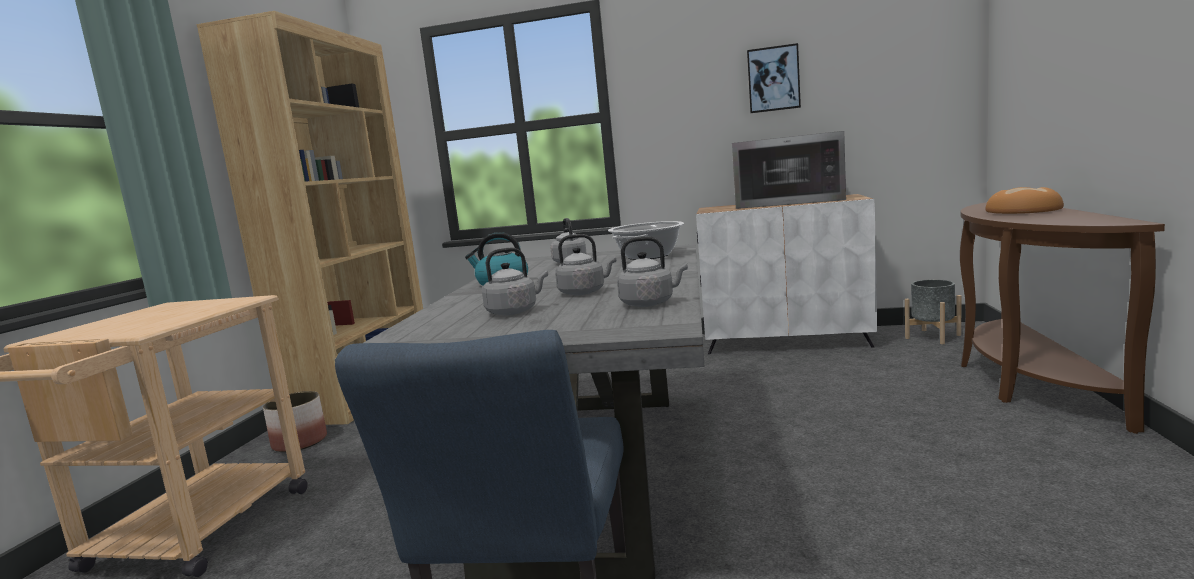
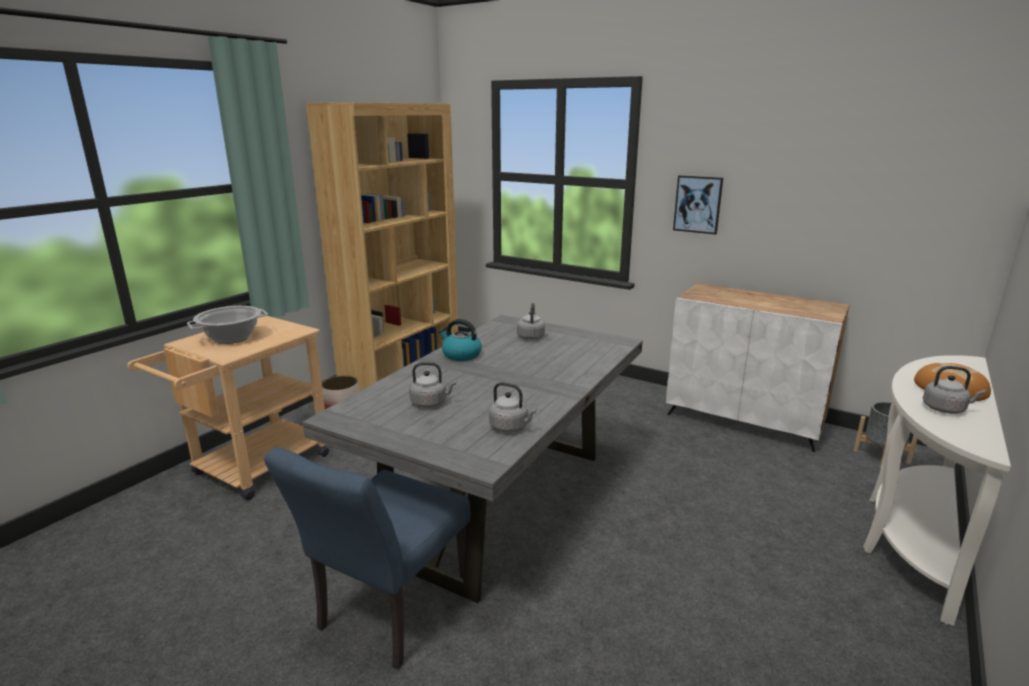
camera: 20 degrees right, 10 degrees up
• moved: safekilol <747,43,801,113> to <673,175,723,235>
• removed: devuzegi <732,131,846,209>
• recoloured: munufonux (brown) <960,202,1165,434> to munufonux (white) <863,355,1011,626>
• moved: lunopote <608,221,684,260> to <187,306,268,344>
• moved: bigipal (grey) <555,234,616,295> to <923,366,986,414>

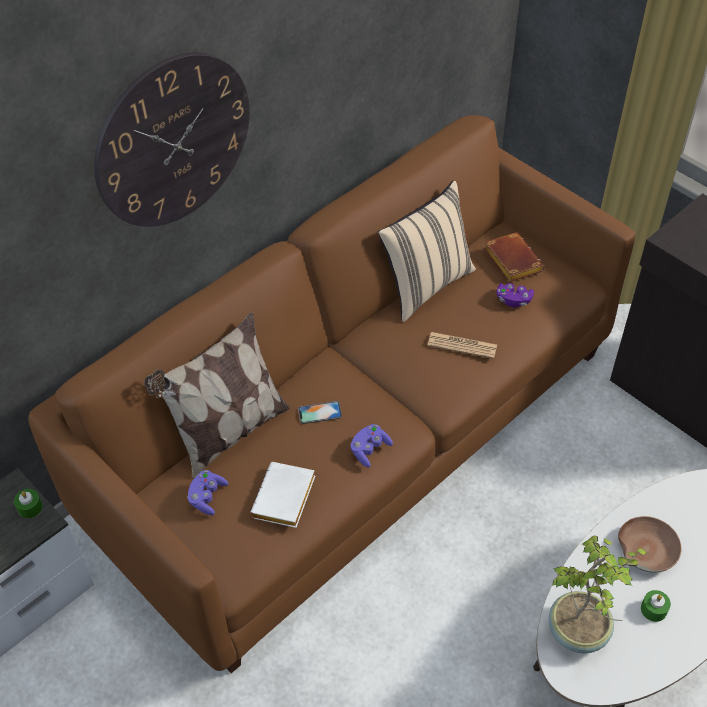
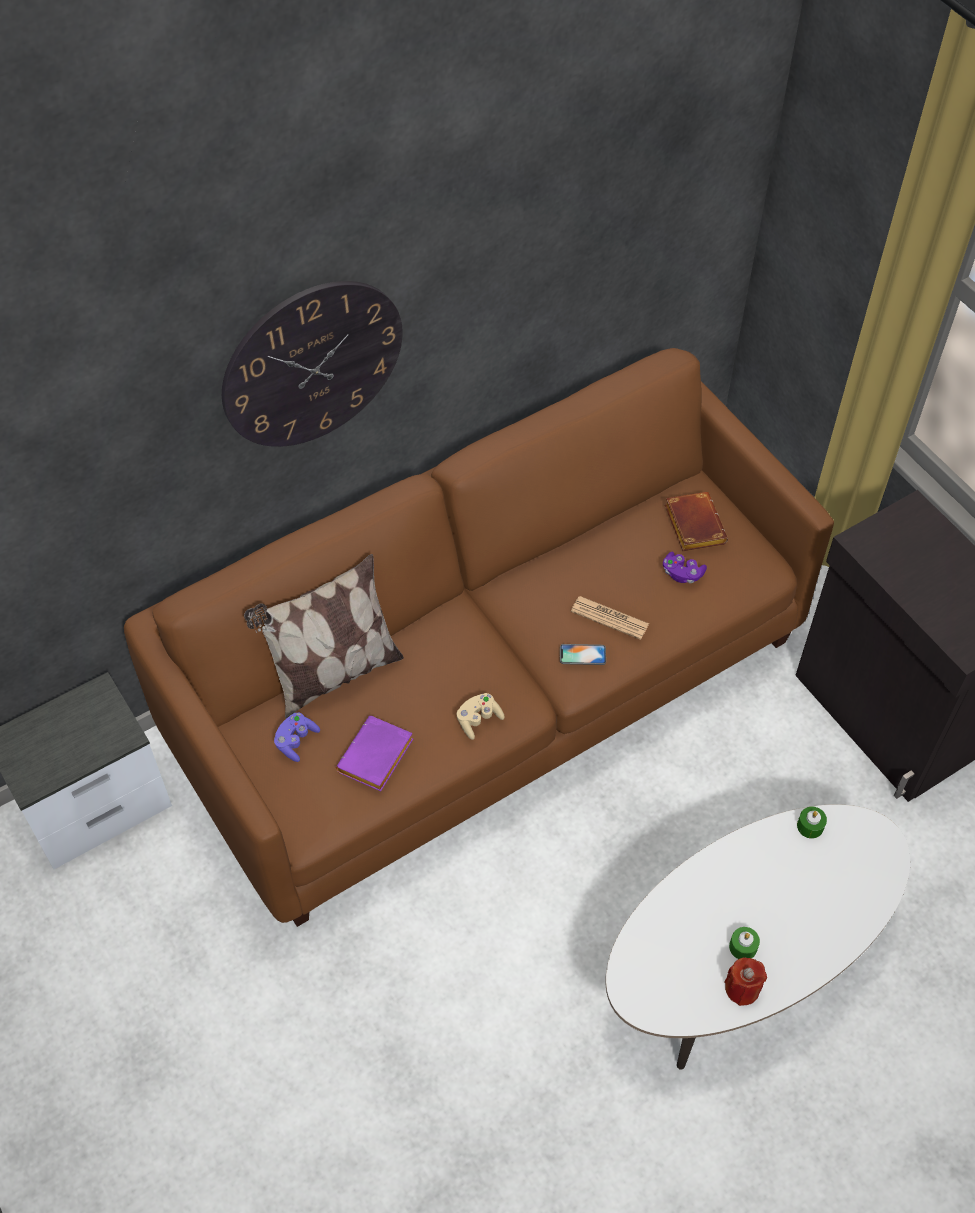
camera: 10 degrees right, 5 degrees up
• removed: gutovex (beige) <378,180,476,322>
• moved: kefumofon <298,401,342,424> to <560,644,606,665>
• recoloured: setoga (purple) <350,424,393,468> to setoga (beige) <457,693,505,740>
• recoloured: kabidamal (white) <250,462,315,528> to kabidamal (purple) <336,716,413,791>
• moved: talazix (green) <14,489,43,518> to <797,807,827,839>
• removed: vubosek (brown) <618,516,682,573>
• removed: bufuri <549,536,647,654>
• added: talazix (red) <724,957,767,1006>

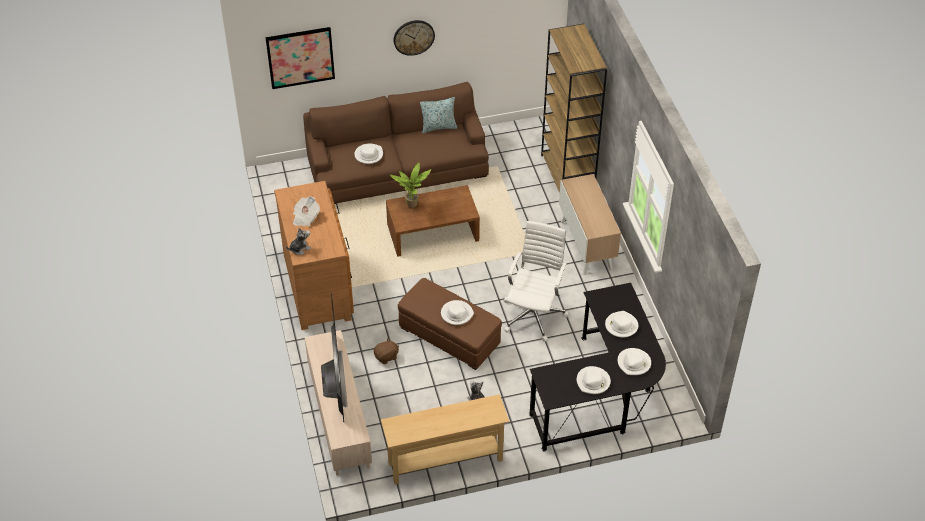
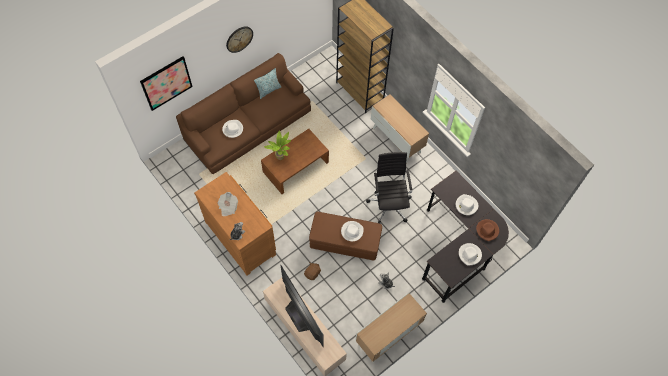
camera: 25 degrees left, 15 degrees up
• recoloured: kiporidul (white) <504,221,569,342> to kiporidul (black) <366,152,412,223>
• recoloured: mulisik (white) <618,348,651,375> to mulisik (brown) <476,219,499,241>
• replaced: munufonux (beige) <381,394,509,485> to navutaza <355,292,427,363>

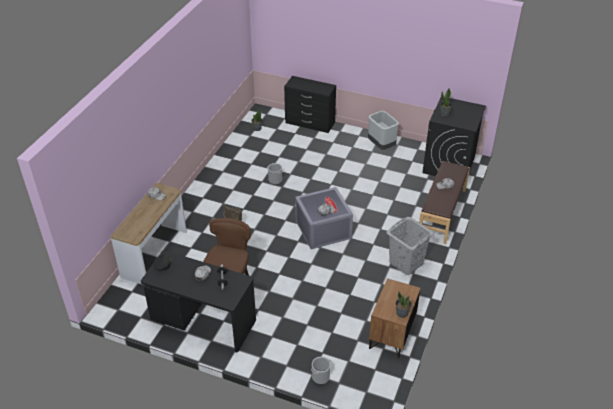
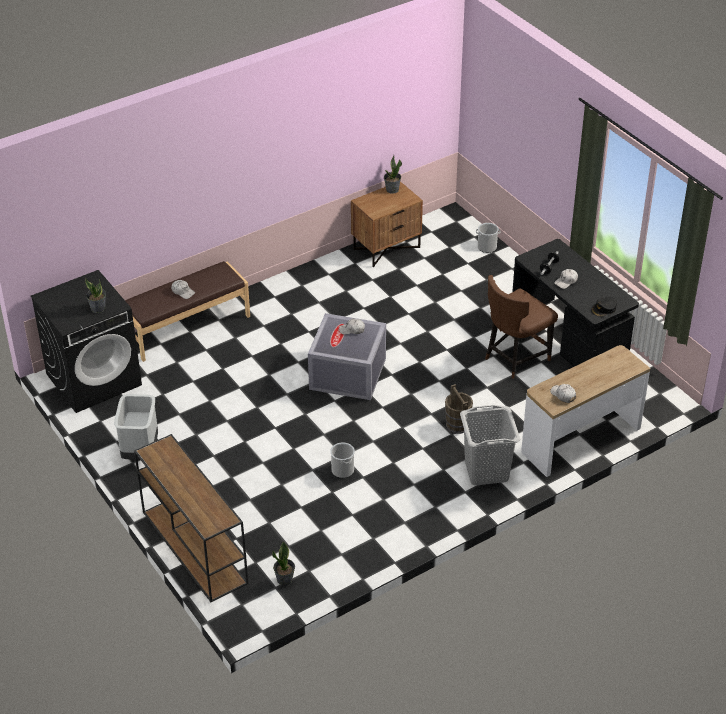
camera: 145 degrees left, 0 degrees up
• replaced: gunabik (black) <284,76,336,133> to munufonux (brown) <134,434,248,602>
• moved: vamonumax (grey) <386,217,434,275> to <460,405,520,486>

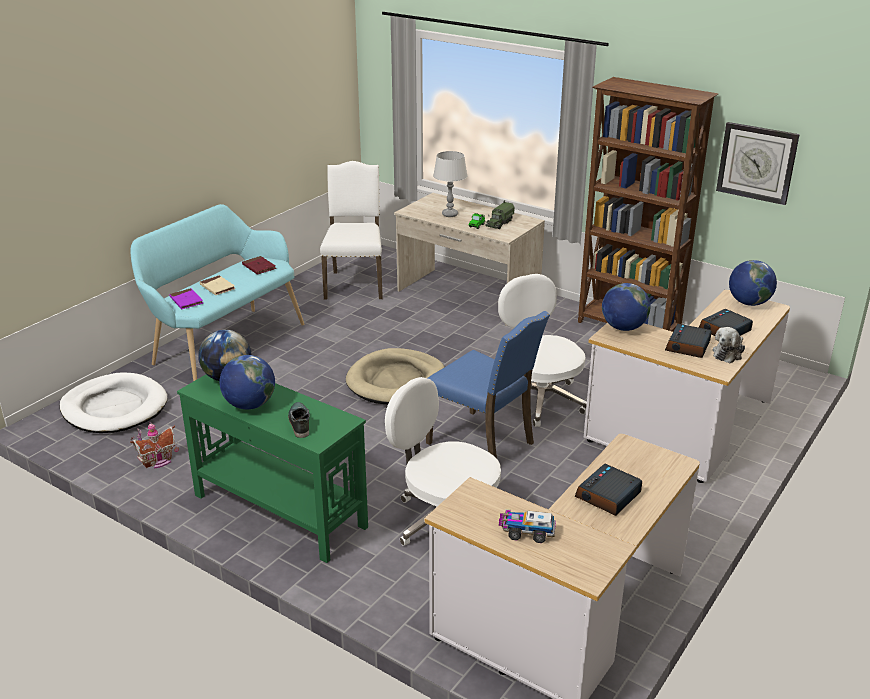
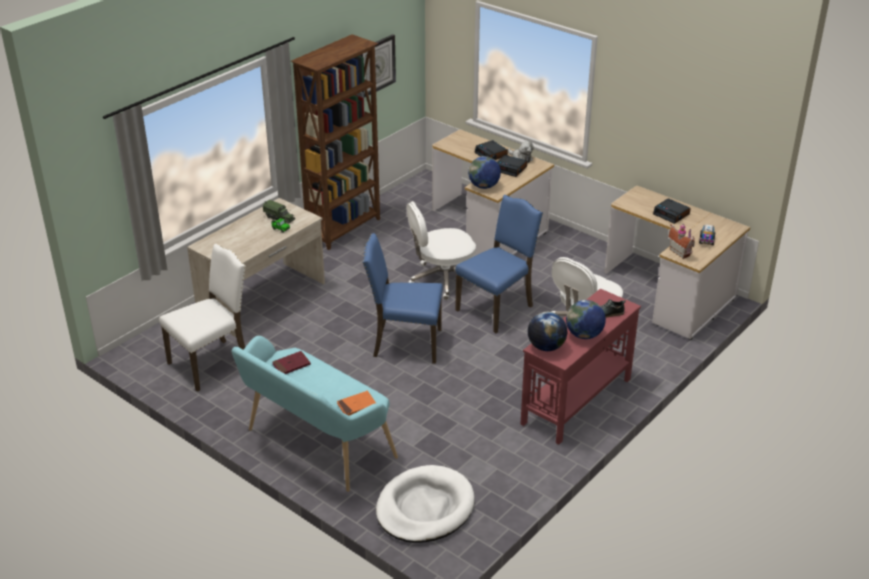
camera: 85 degrees left, 5 degrees up
• removed: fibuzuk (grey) <433,151,467,217>
• turned: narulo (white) <320,161,383,299> = <159,244,246,392> 135 degrees clockwise
• removed: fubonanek <729,260,777,306>
• removed: kabidamal (beige) <200,275,236,295>
• recoloured: kabidamal (purple) <169,288,203,309> to kabidamal (orange) <337,391,376,416>
• replaced: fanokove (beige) <346,348,444,404> to narulo (blue) <363,233,443,364>
• recoloured: munufonux (green) <177,374,368,563> to munufonux (red) <520,289,641,445>
• moved: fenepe <130,422,179,469> to <668,223,695,259>

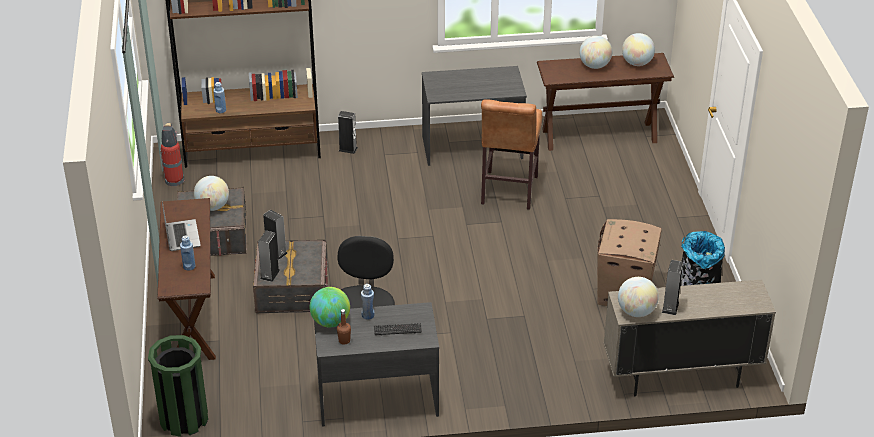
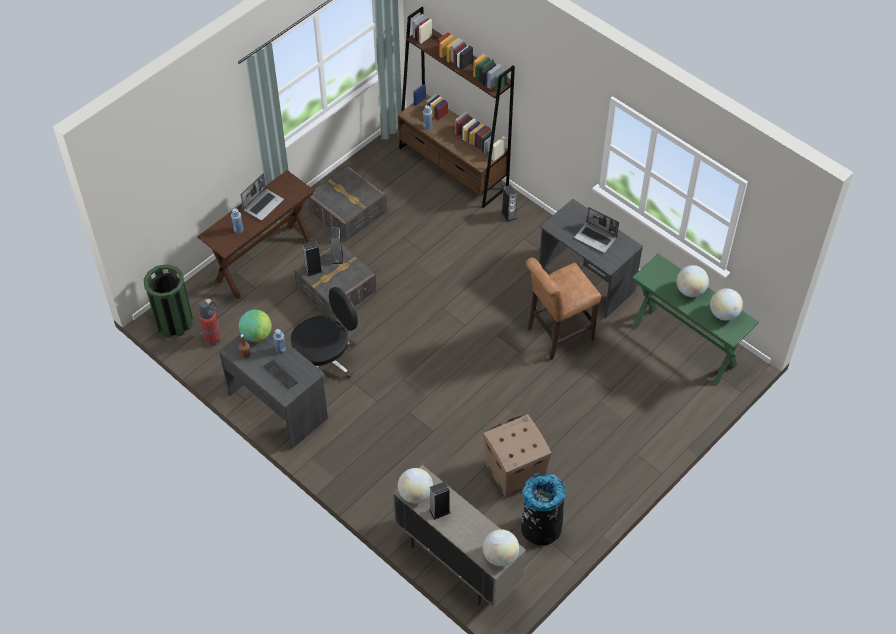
camera: 50 degrees right, 15 degrees up
• recoloured: munufonux (brown) <537,53,674,151> to munufonux (green) <632,254,759,386>
• moved: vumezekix <161,123,184,186> to <199,299,222,346>
• moved: fubonanek <194,176,229,211> to <483,529,519,566>
• added: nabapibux <574,207,619,253>

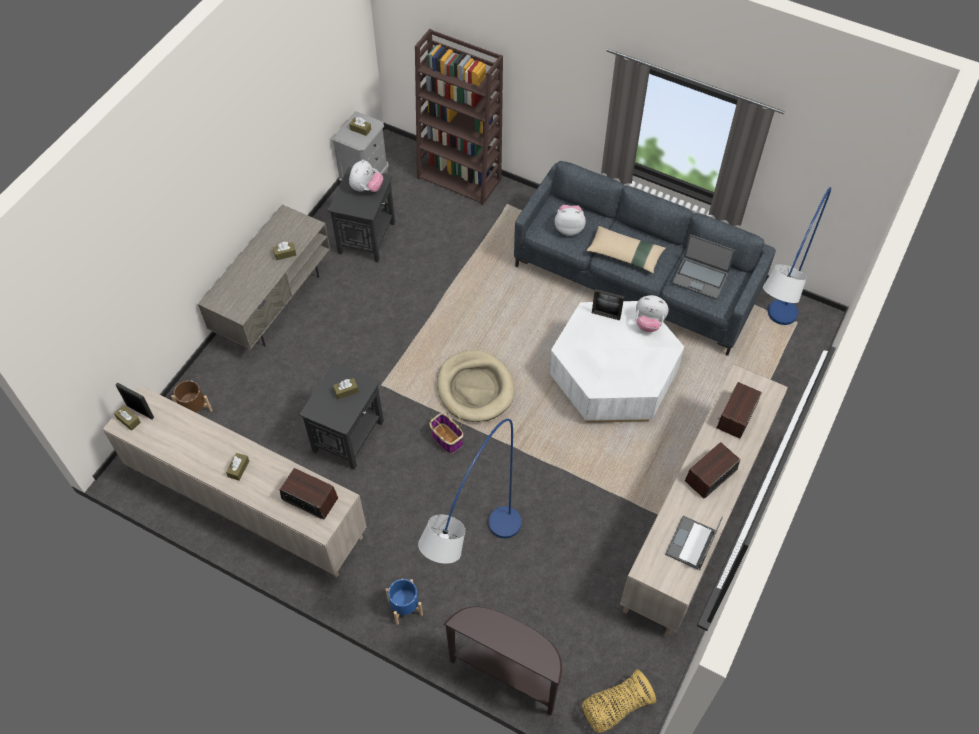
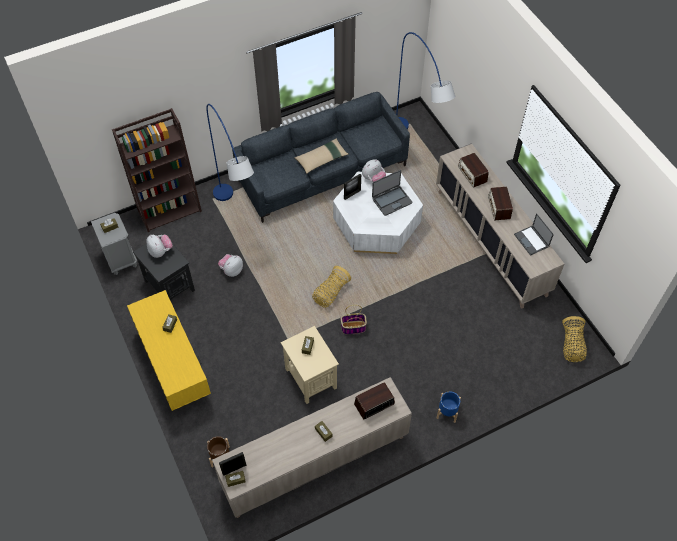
camera: 55 degrees left, 0 degrees up
• recoloured: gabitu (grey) <198,205,330,350> to gabitu (yellow) <127,290,211,411>
• moved: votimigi <554,205,586,236> to <218,254,243,277>
• moved: nabapibux <672,234,735,299> to <372,170,412,216>
• replaced: fanokove (beige) <437,350,515,422> to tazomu <312,266,351,308>
• recoloured: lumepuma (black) <299,362,384,470> to lumepuma (beige) <281,326,339,404>
• moved: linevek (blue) <418,419,522,564> to <206,104,254,201>
• removed: munufonux (brown) <444,606,562,715>

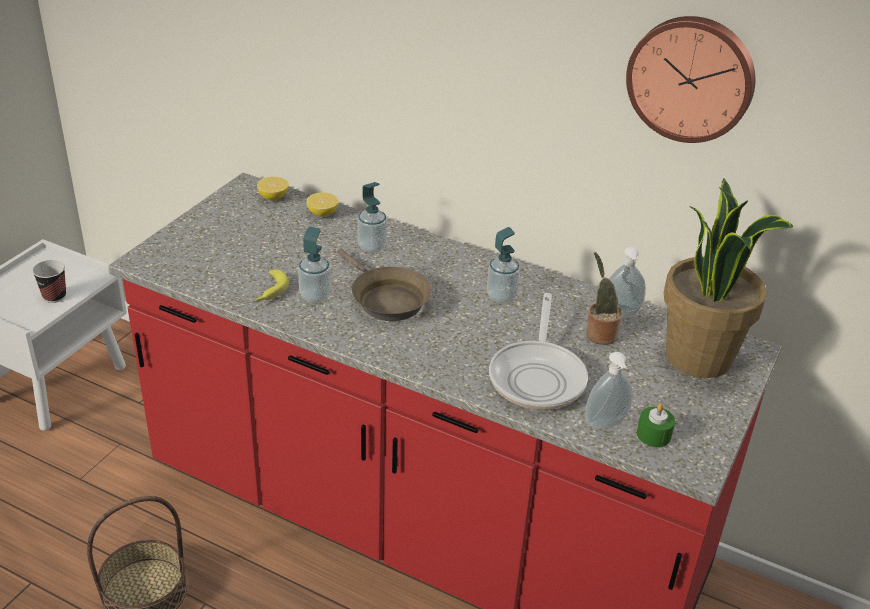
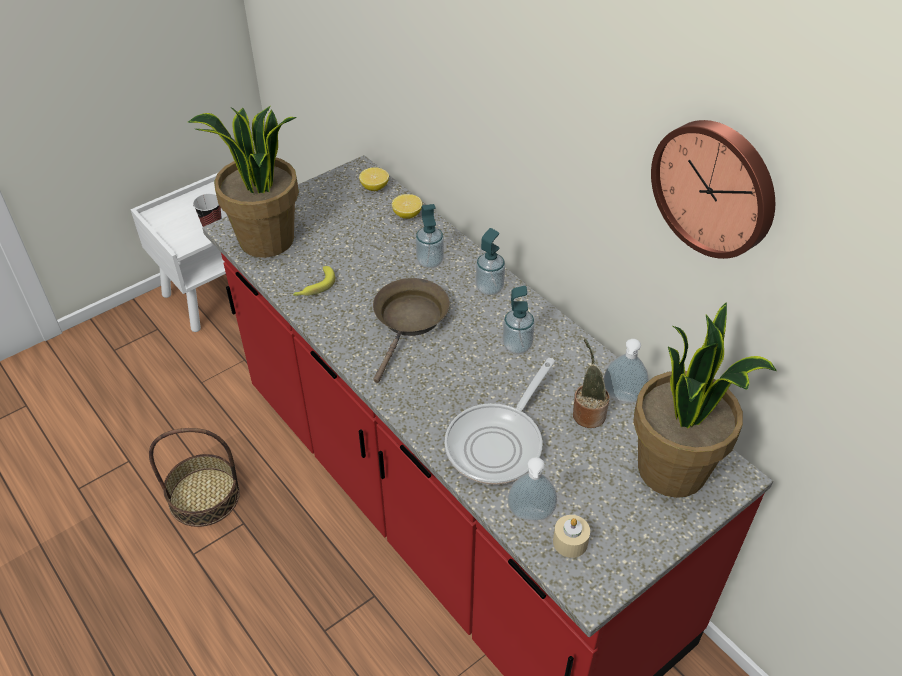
camera: 25 degrees right, 10 degrees up
• moved: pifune <298,227,331,303> to <476,228,505,295>
• turned: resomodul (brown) <338,249,432,321> = <373,278,450,383> 150 degrees counterclockwise
• recoloured: talazix (green) <637,404,675,447> to talazix (beige) <553,515,590,558>
• added: bufuri <188,106,299,258>

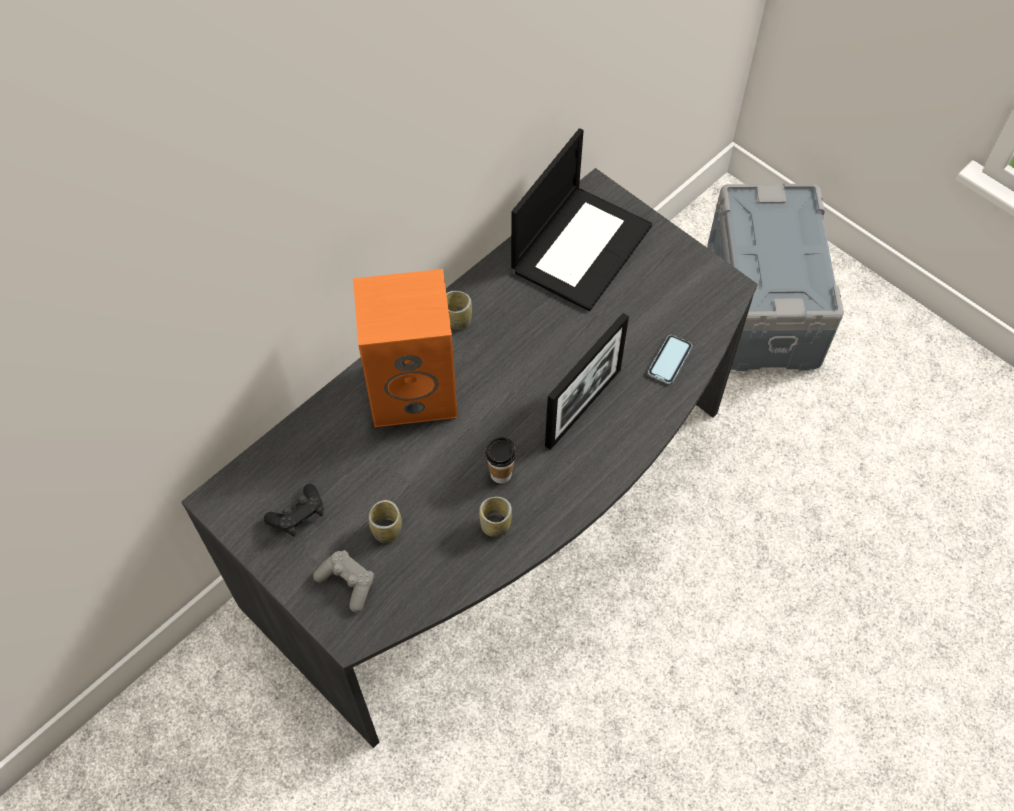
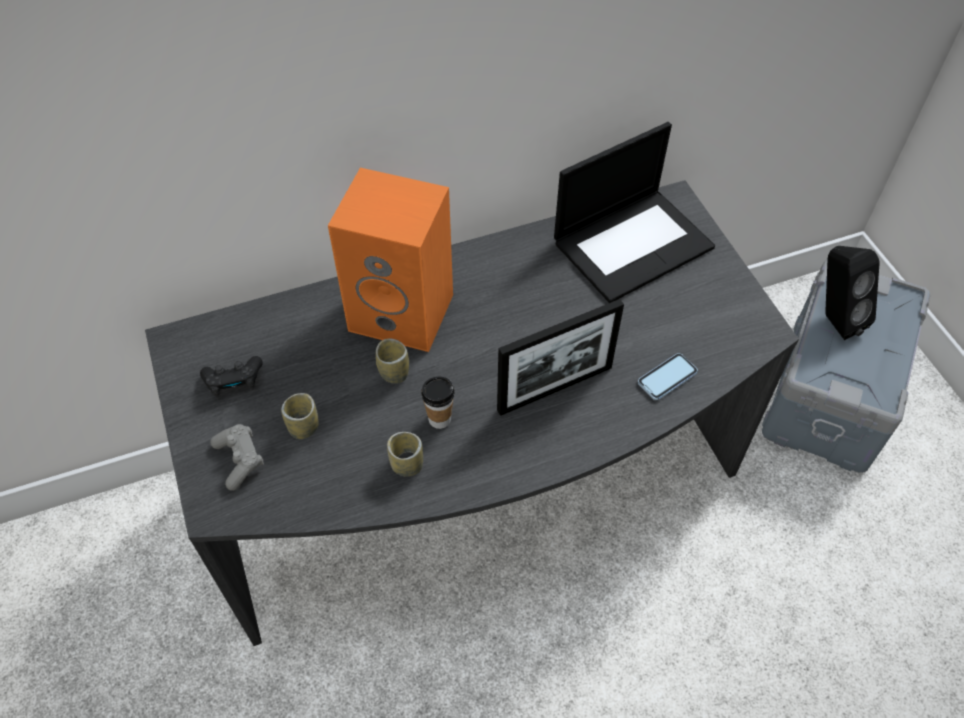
camera: 25 degrees right, 5 degrees down
• moved: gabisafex <446,291,472,330> to <376,339,409,384>
• added: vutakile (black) <825,246,880,340>

